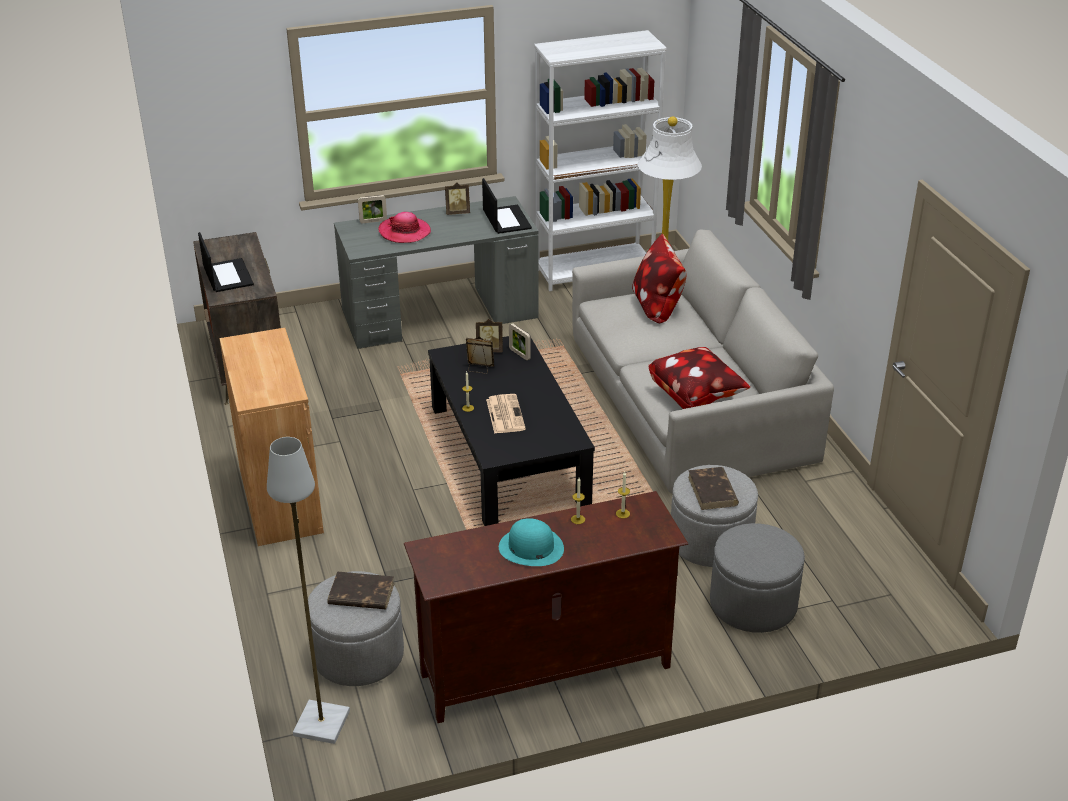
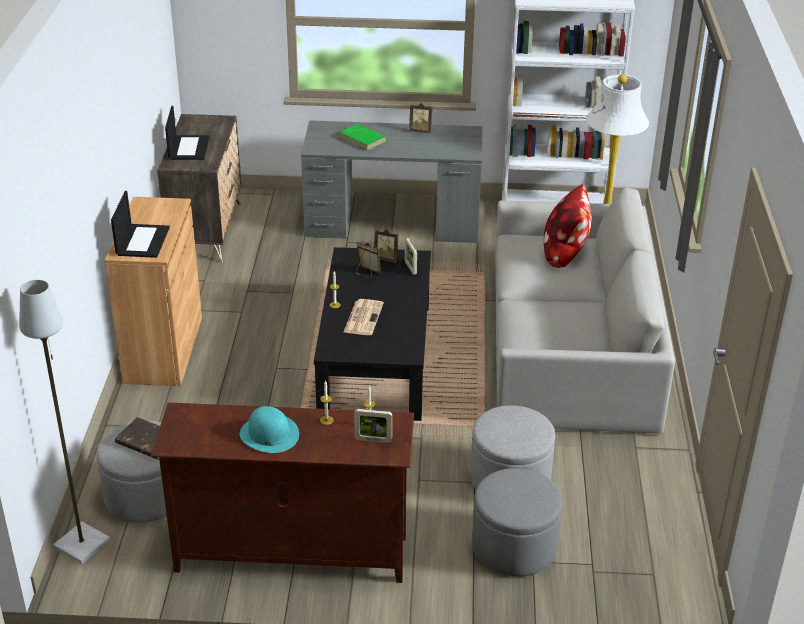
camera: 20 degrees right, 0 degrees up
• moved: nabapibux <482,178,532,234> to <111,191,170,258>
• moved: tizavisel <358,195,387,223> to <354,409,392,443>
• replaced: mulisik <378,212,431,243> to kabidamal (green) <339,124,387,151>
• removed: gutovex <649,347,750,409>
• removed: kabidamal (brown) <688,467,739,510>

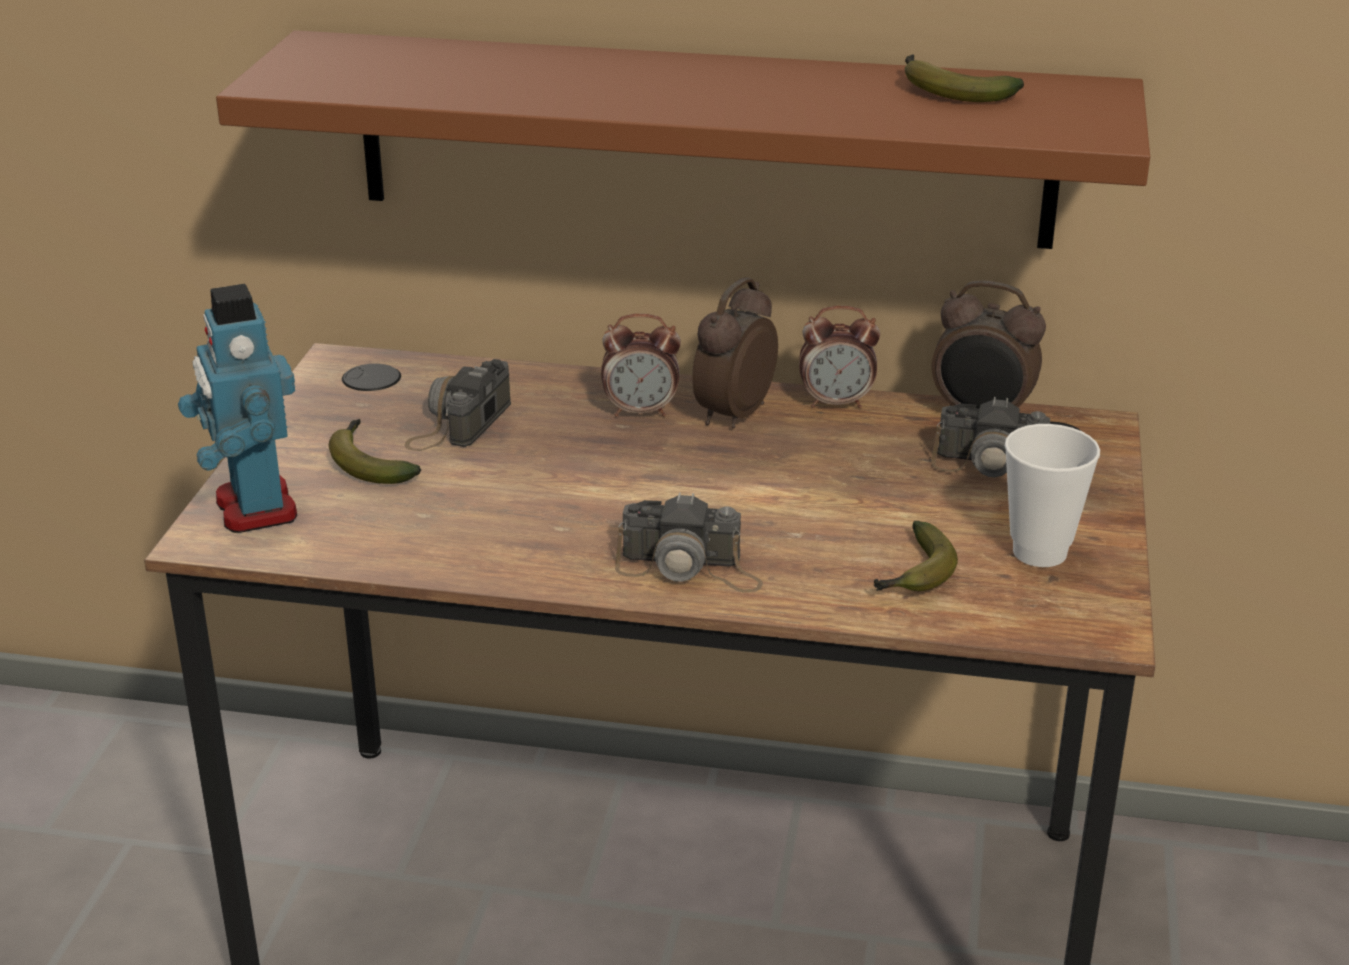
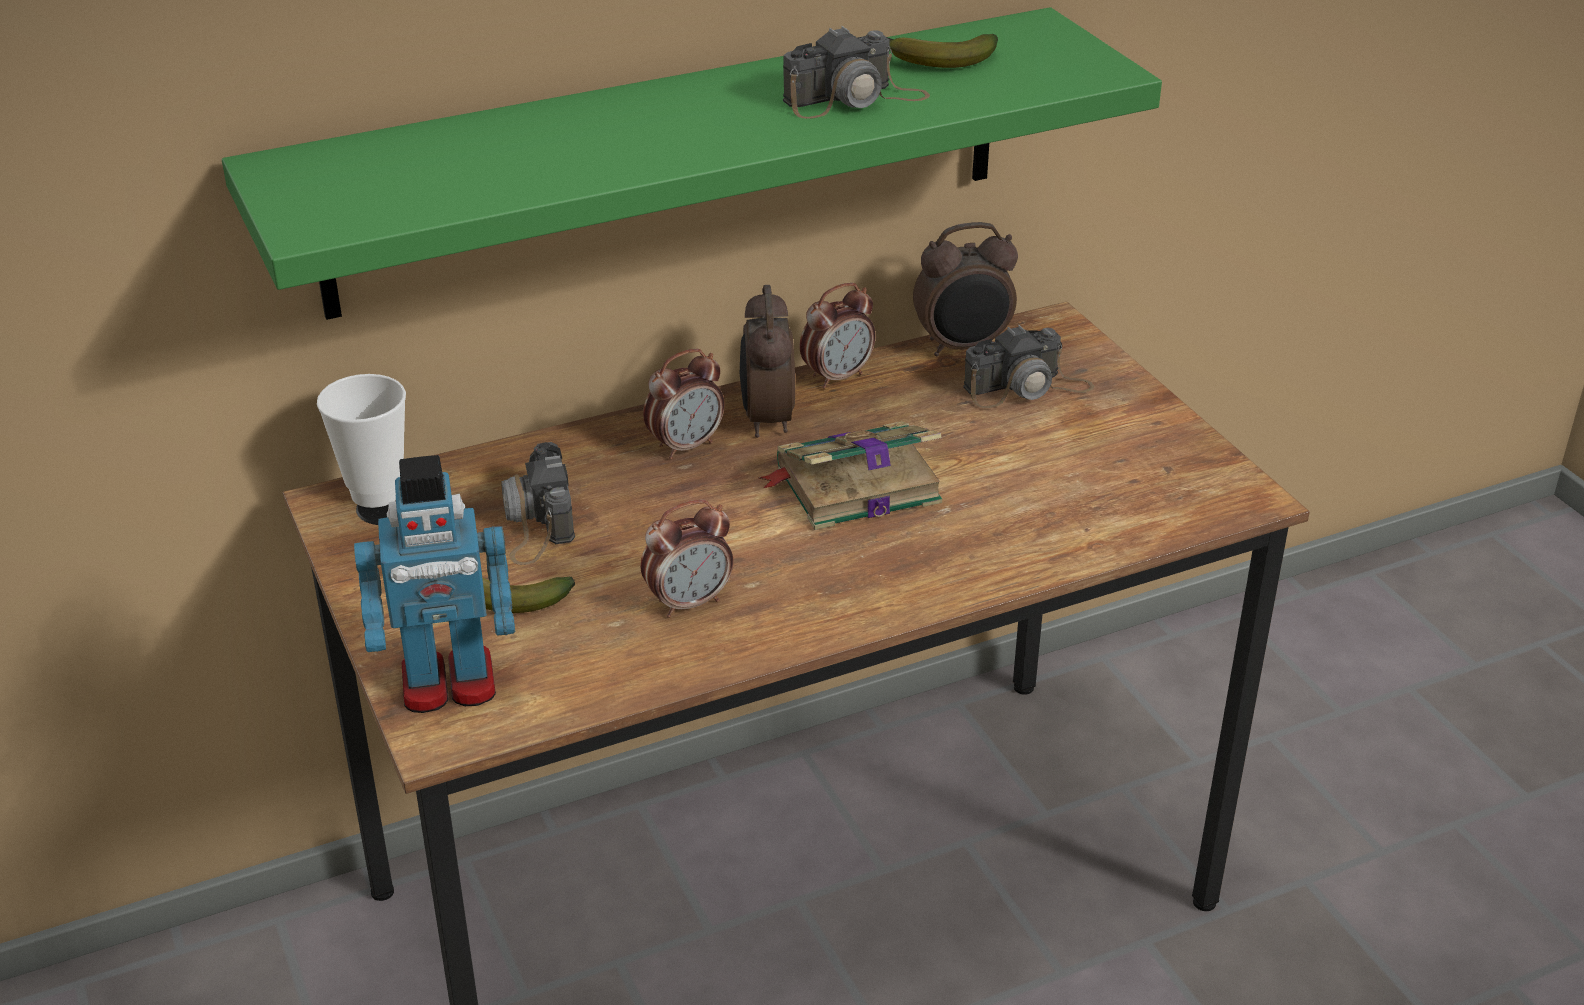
camera: 35 degrees left, 5 degrees up
• recoloured: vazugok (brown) <216,30,1150,249> to vazugok (green) <222,7,1162,320>
• turned: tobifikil <178,284,297,533> = <354,455,515,713> 45 degrees counterclockwise
• moved: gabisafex <1005,424,1100,567> to <317,374,406,508>
• moved: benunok <615,492,763,593> to <783,26,930,119>
• removed: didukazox <874,521,958,591>
• added: kabidamal <758,421,942,530>
• added: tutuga <640,500,733,618>

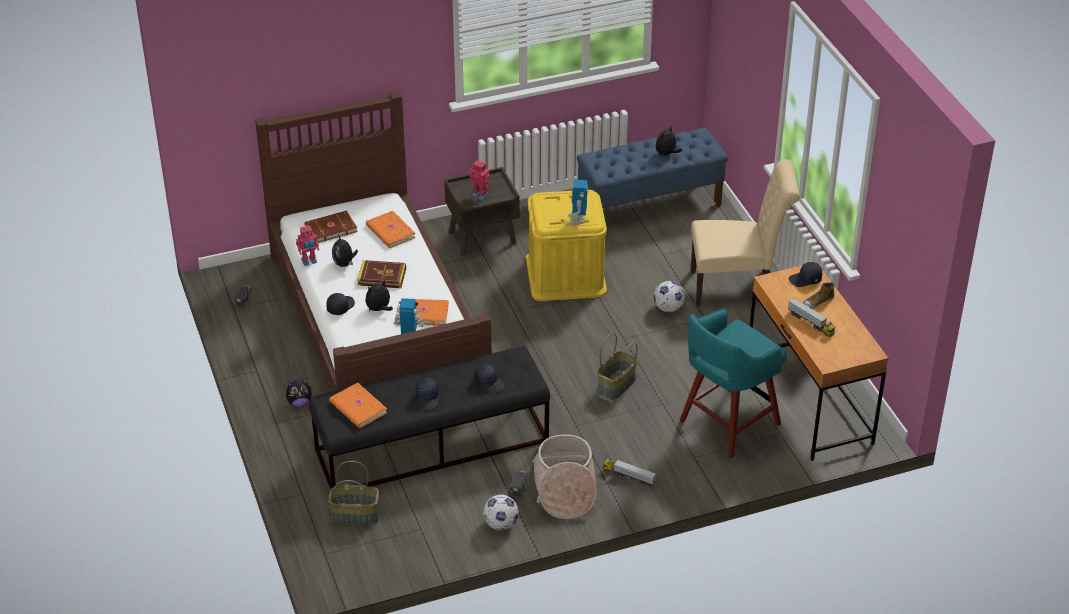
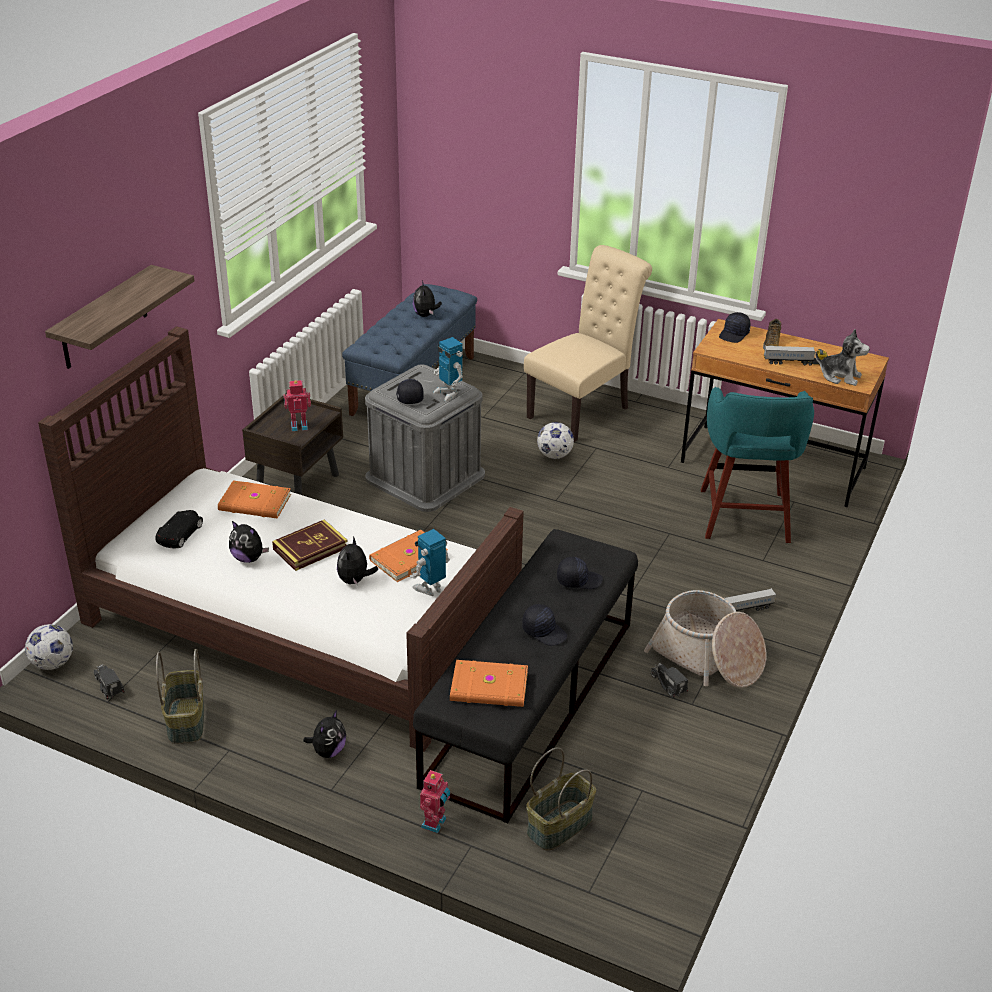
camera: 45 degrees left, 5 degrees down
• recoloured: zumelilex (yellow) <526,190,607,301> to zumelilex (grey) <365,364,485,512>
• replaced: kabidamal (brown) <304,211,358,243> to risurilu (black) <155,510,203,549>
• moved: tobifikil <296,225,319,266> to <420,769,450,833>
• moved: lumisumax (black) <326,293,355,315> to <396,379,424,404>
• moved: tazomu <597,333,638,400> to <156,649,204,744>
• moved: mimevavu <483,495,519,530> to <25,624,73,670>
• added: vazugok <45,265,194,369>
• added: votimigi <815,329,870,386>

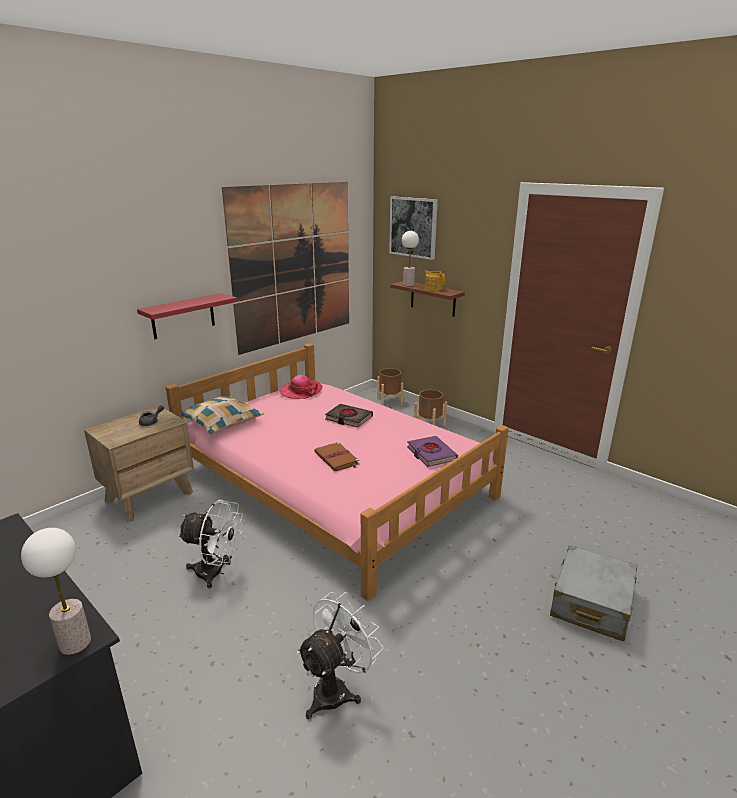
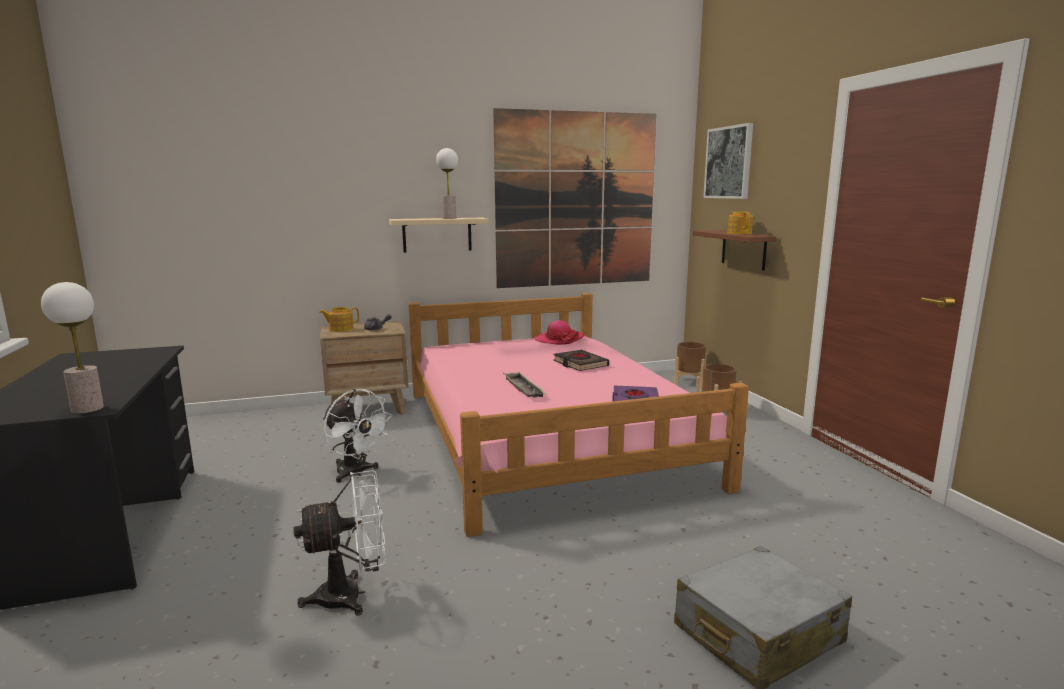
camera: 30 degrees right, 10 degrees down
• moved: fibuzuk <402,231,419,286> to <436,148,458,219>
• recoloured: vazugok (red) <137,293,237,339> to vazugok (beige) <389,218,489,253>
• removed: gutovex <180,396,264,434>
• replaced: kabidamal (brown) <314,442,360,471> to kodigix <503,372,546,398>
• added: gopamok <319,307,359,332>

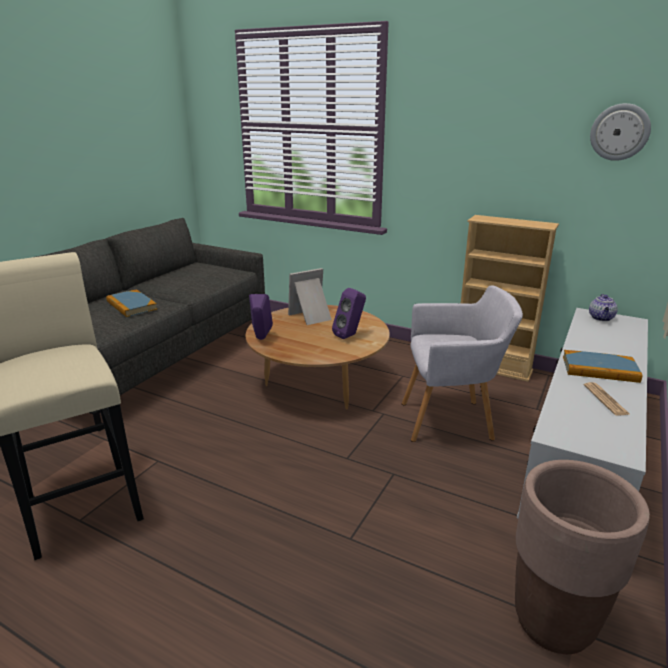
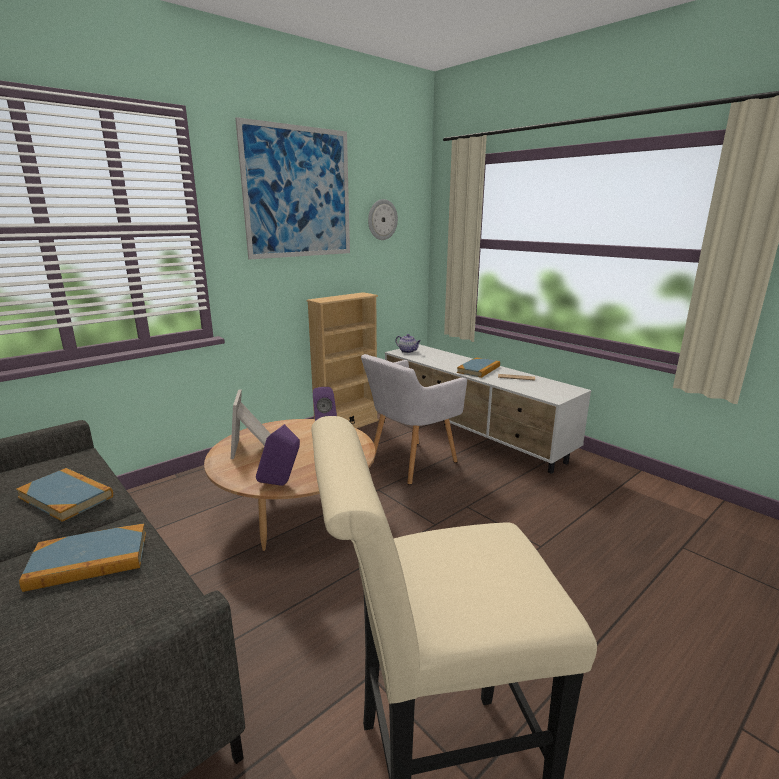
camera: 70 degrees left, 5 degrees down
• turned: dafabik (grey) <402,285,523,442> = <361,354,467,485> 150 degrees counterclockwise
• removed: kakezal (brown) <515,460,650,654>
• added: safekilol <235,117,350,260>
• added: kabidamal <16,468,113,522>

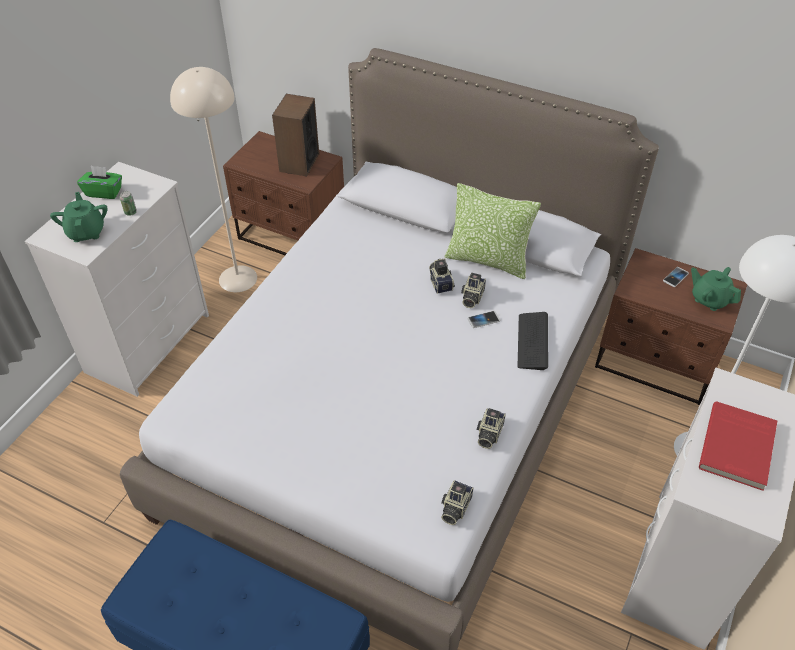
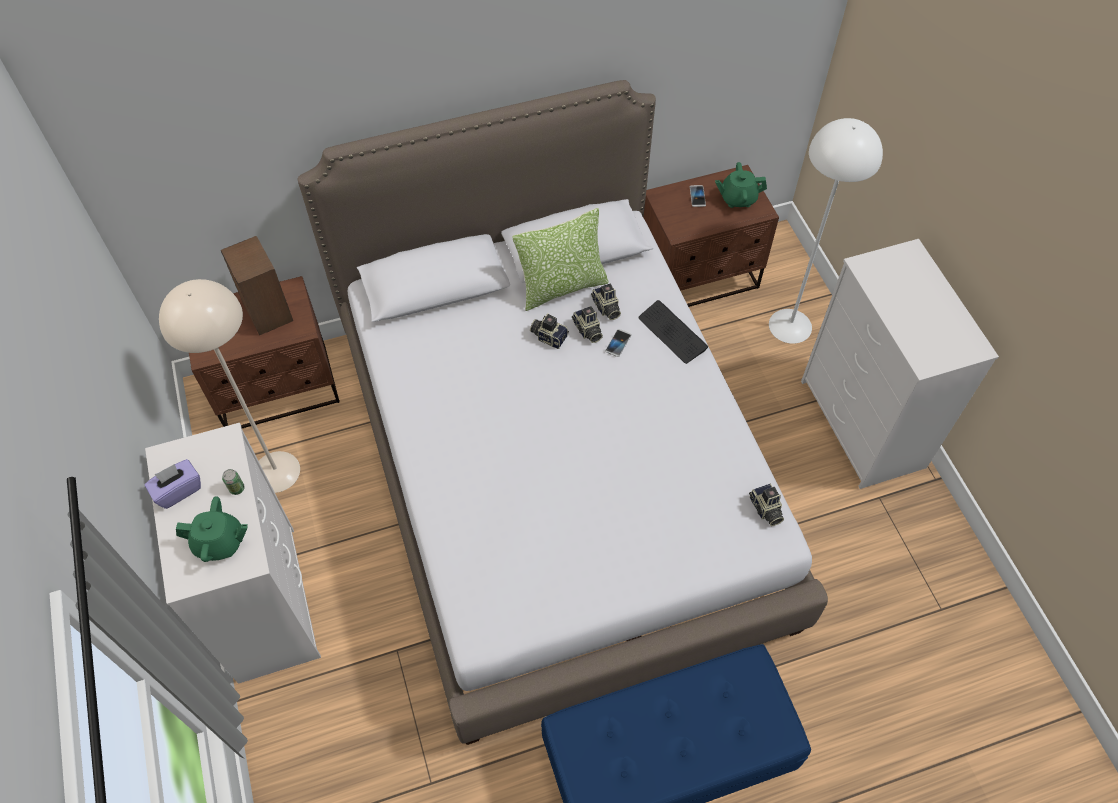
camera: 45 degrees left, 10 degrees up
• recoloured: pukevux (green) <77,166,122,199> to pukevux (purple) <145,459,201,509>
• turned: gopamok (green) <50,192,107,242> = <176,496,248,562> 150 degrees clockwise
• removed: kabidamal (red) <699,401,777,491>
• moved: benunok <477,408,506,449> to <591,284,621,320>

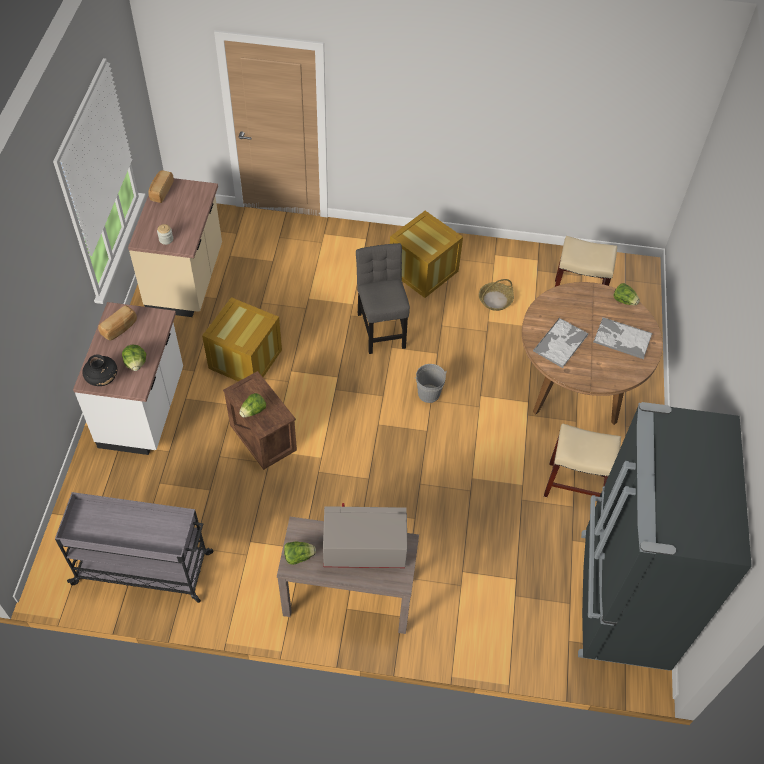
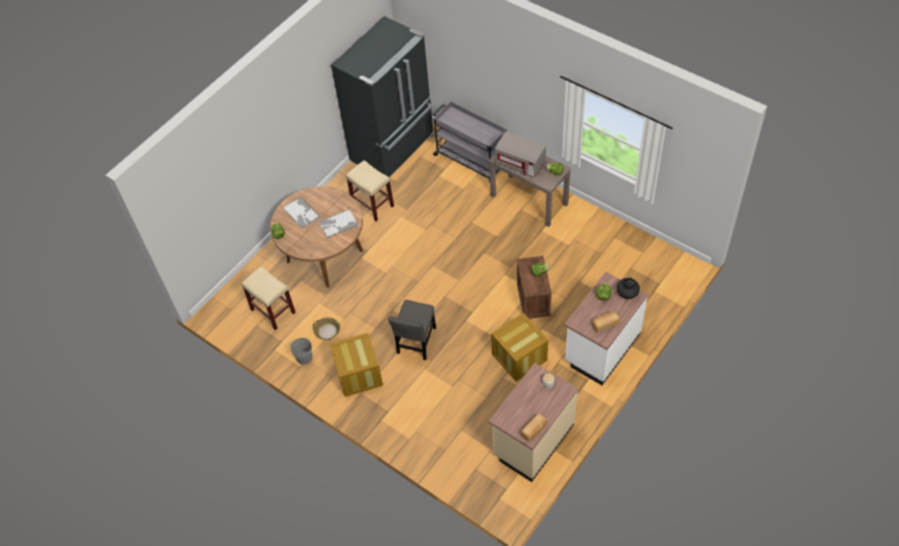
camera: 145 degrees left, 0 degrees up
• moved: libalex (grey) <414,364,447,403> to <290,338,312,365>
• moved: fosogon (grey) <55,492,213,603> to <433,101,507,182>

